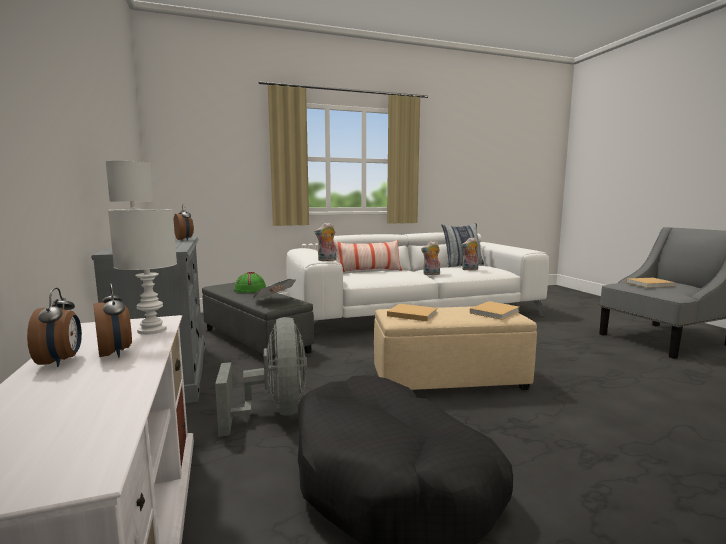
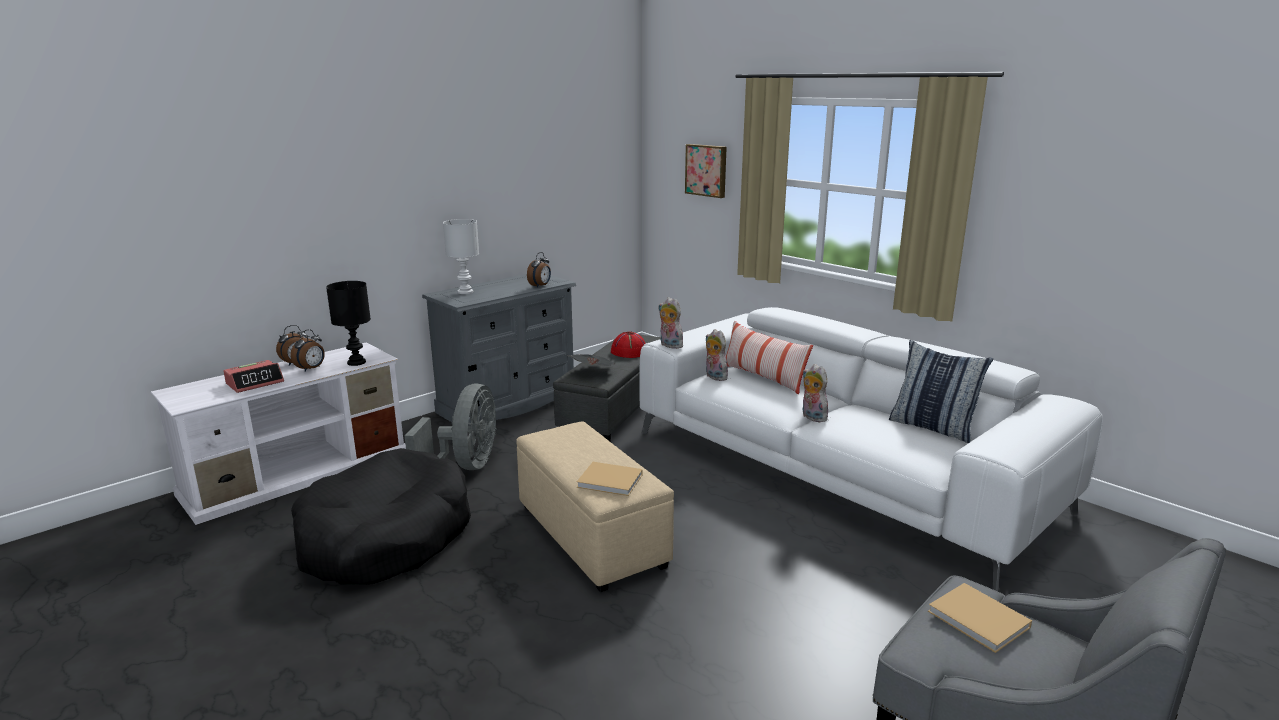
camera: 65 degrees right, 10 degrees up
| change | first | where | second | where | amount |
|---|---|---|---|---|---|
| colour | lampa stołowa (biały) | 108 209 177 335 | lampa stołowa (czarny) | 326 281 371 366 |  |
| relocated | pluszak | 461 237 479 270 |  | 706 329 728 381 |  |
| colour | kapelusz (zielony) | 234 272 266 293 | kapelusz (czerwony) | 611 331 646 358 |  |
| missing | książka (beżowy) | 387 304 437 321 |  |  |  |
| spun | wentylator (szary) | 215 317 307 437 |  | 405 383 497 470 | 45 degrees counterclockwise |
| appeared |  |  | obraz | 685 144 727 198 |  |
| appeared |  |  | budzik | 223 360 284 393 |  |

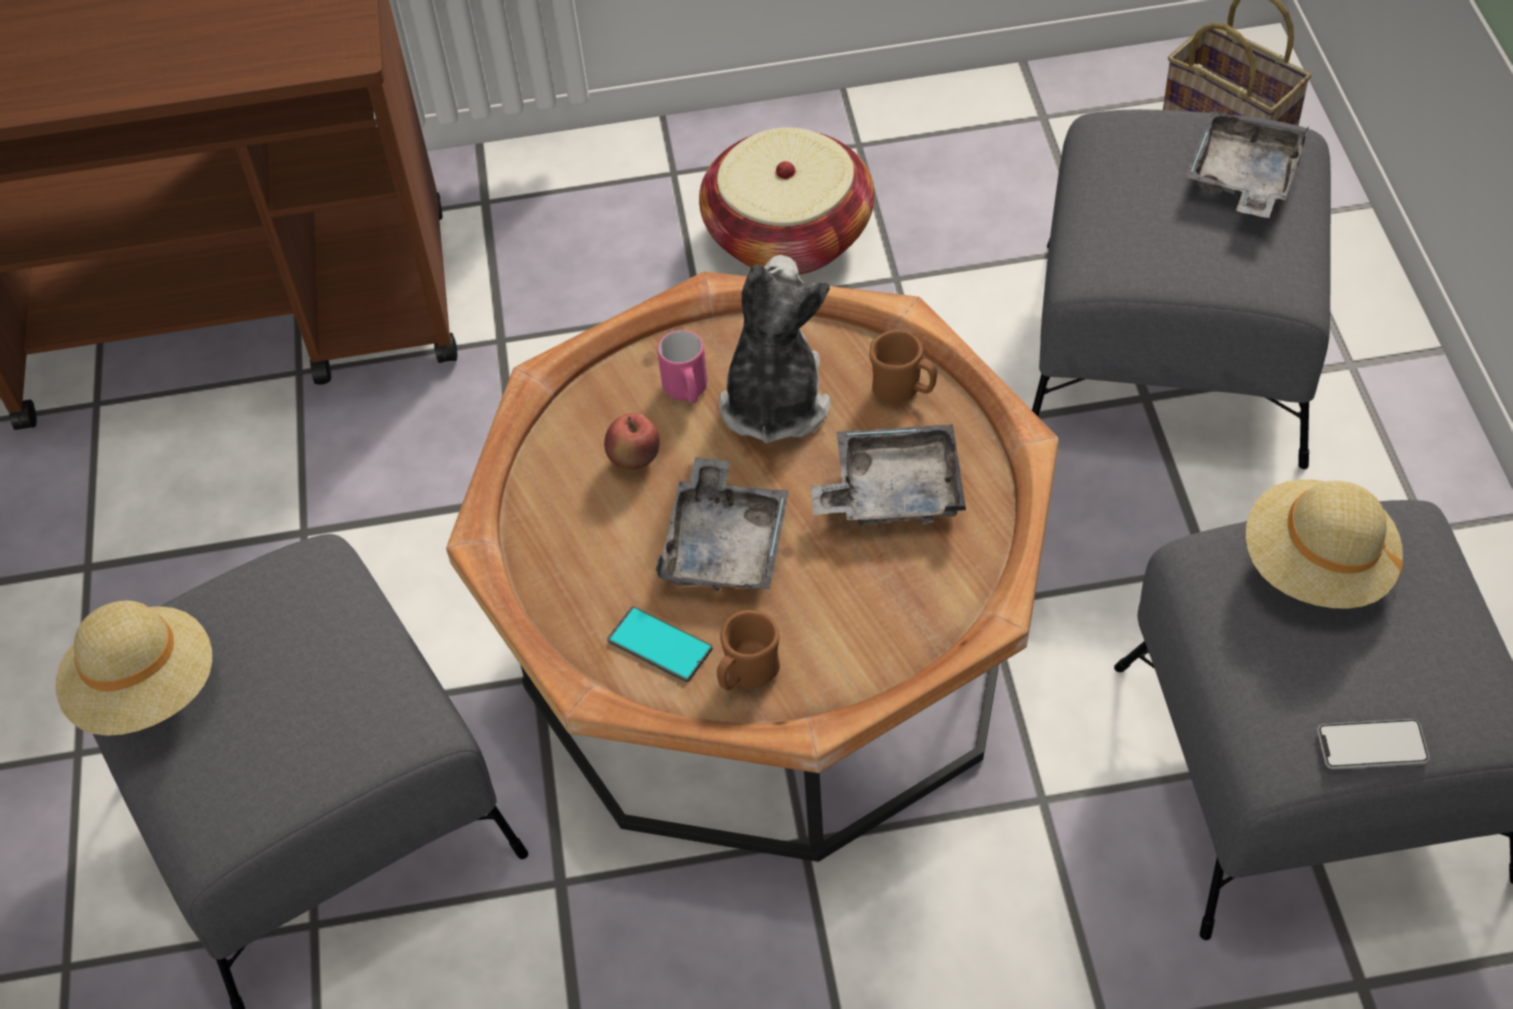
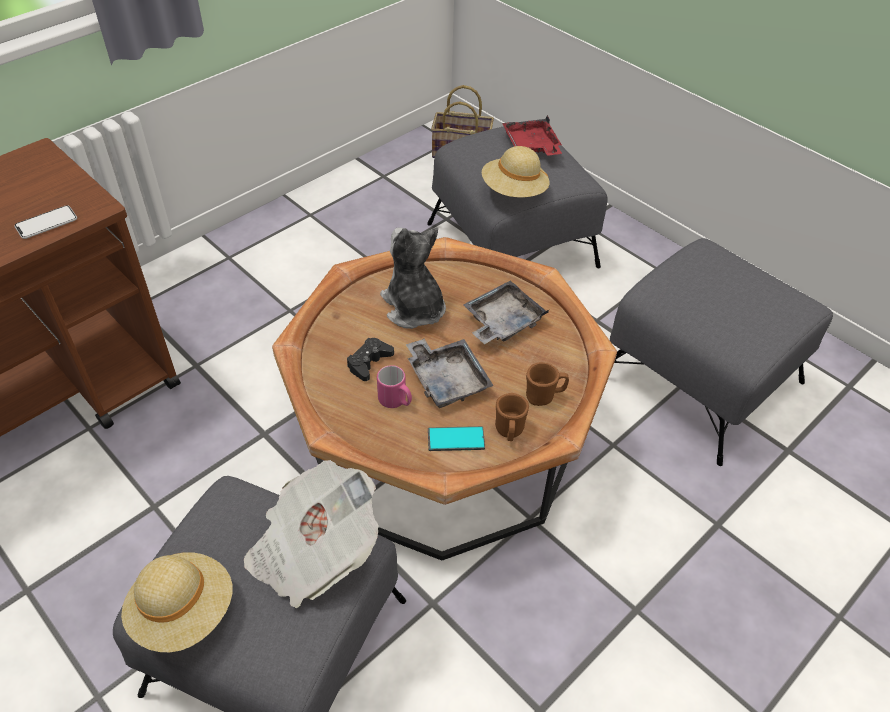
camera: 40 degrees left, 5 degrees down
| change | first | where | second | where | amount |
|---|---|---|---|---|---|
| colour | taca (szary) | 1185 111 1309 218 | taca (czerwony) | 502 115 562 156 |  |
| missing | koszyk | 699 127 874 275 |  |  |  |
| relocated | kubek (różowy) | 657 330 708 404 |  | 377 365 412 408 |  |
| relocated | kubek (brązowy) | 869 330 937 403 |  | 526 362 569 406 |  |
| exchanged | jabłko | 604 413 660 470 | pad do gier (czarny) | 347 338 394 381 |  |
| relocated | kapelusz (beżowy) | 1246 480 1403 609 |  | 482 146 549 197 |  |
| relocated | telefon | 1317 719 1429 769 |  | 14 205 77 239 |  |
| appeared |  |  | gazeta | 244 460 379 608 |  |

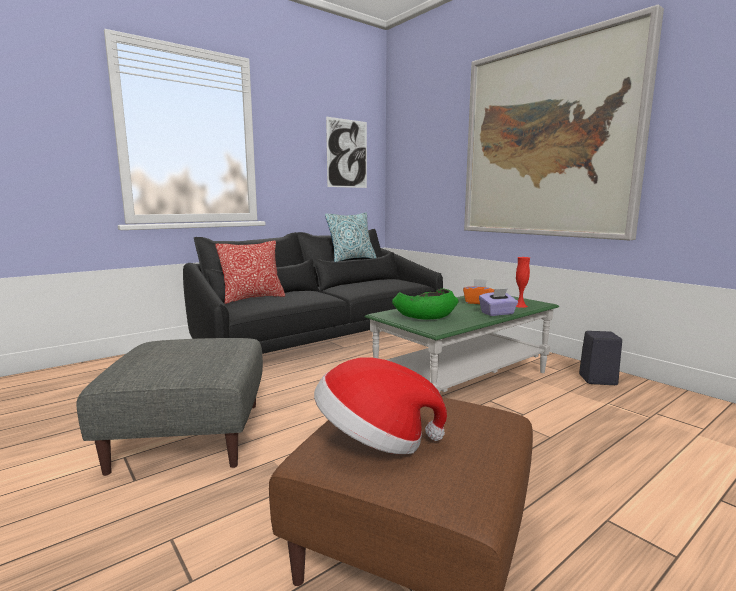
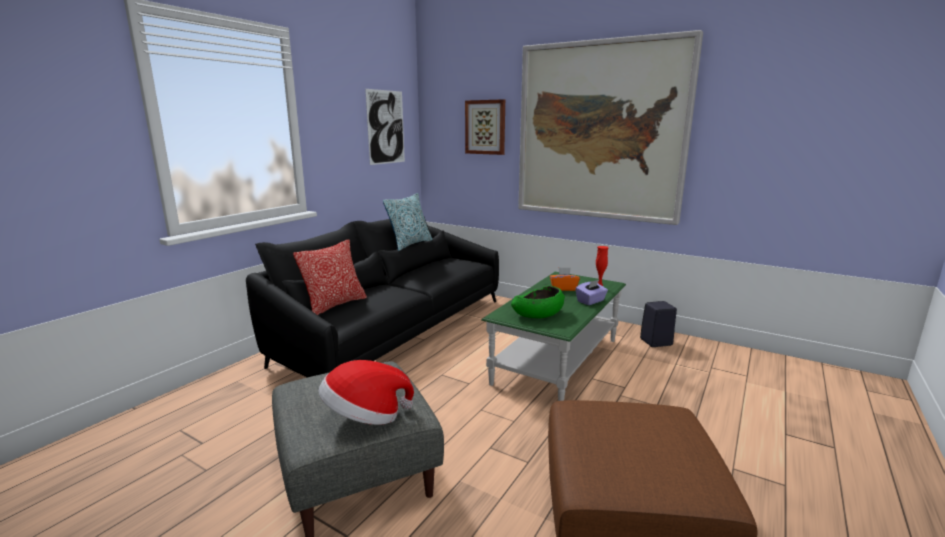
camera: 20 degrees left, 5 degrees up
| change | first | where | second | where | amount |
|---|---|---|---|---|---|
| relocated | kapelusz | 314 357 447 454 |  | 319 360 414 425 |  |
| appeared |  |  | obraz | 465 99 505 155 |  |

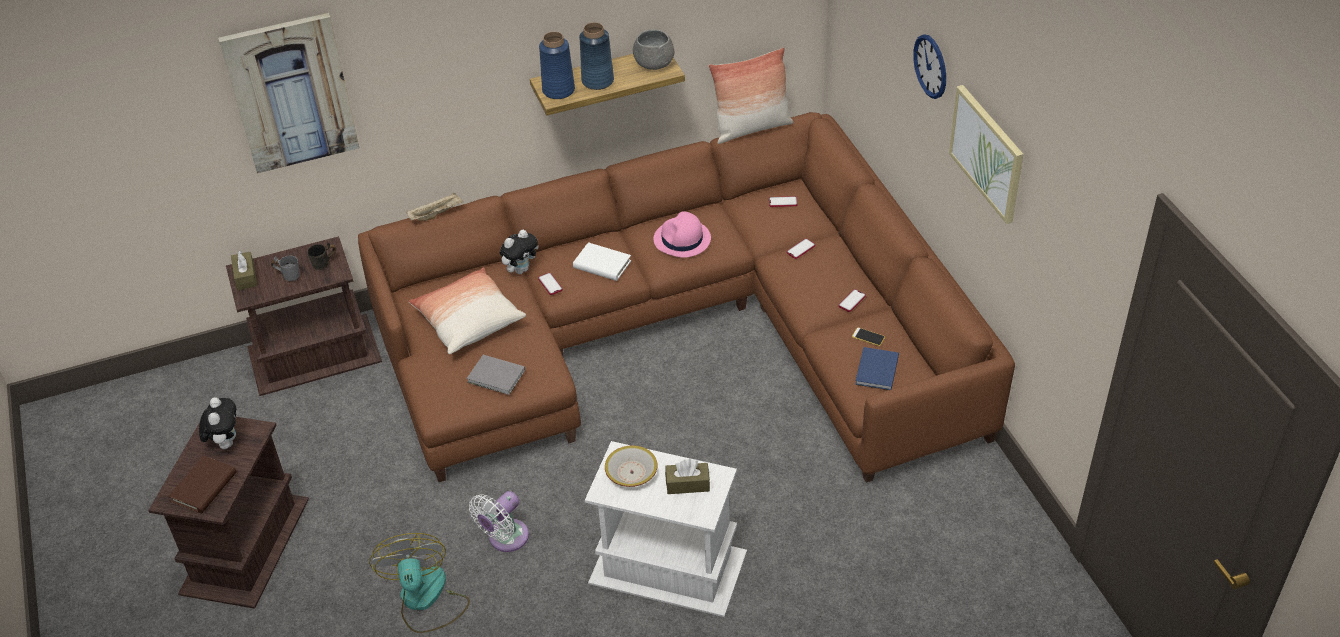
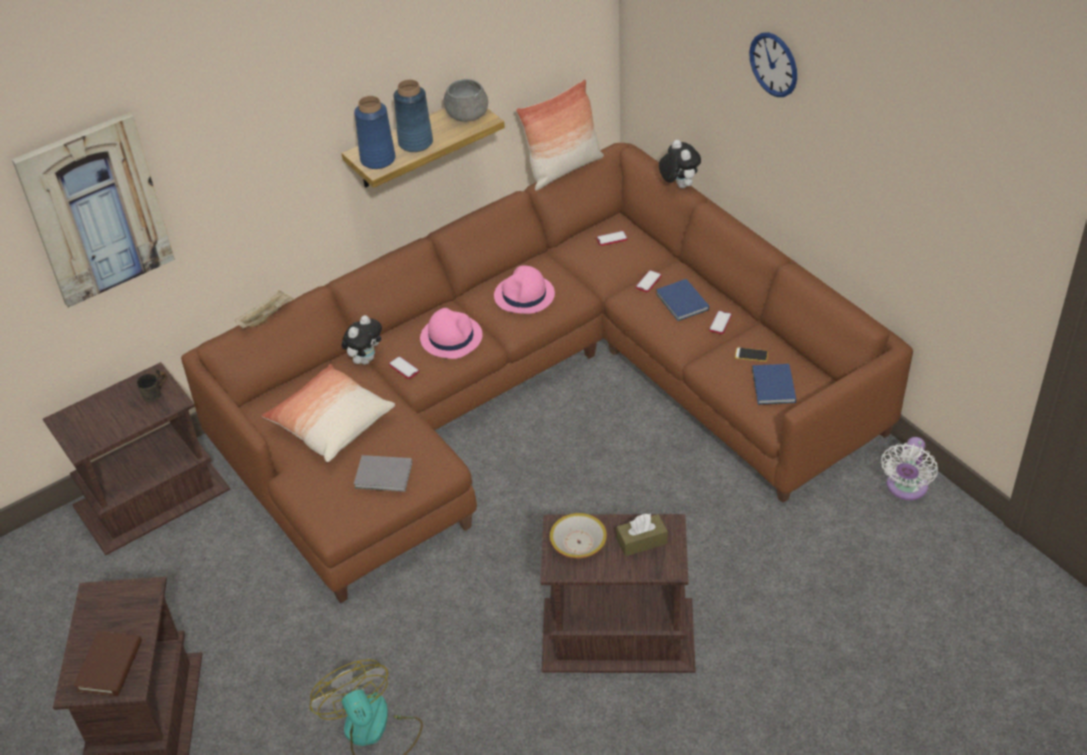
camera: 15 degrees left, 0 degrees up
| change | first | where | second | where | amount |
|---|---|---|---|---|---|
| missing | obraz | 949 85 1023 224 |  |  |  |
| exchanged | książka (biały) | 573 242 631 281 | kapelusz (różowy) | 420 308 483 359 |  |
| missing | pudełko chusteczek (brązowy) | 231 251 257 290 |  |  |  |
| missing | kubek (szary) | 271 255 300 281 |  |  |  |
| relocated | pluszak | 199 397 236 449 |  | 659 140 701 188 |  |
| colour | stolik (biały) | 585 441 747 617 | stolik (brązowy) | 541 514 696 673 |  |
| relocated | wentylator (biały) | 469 491 529 552 |  | 881 437 938 500 |  |
| appeared |  |  | książka (niebieski) | 656 279 709 321 |  |

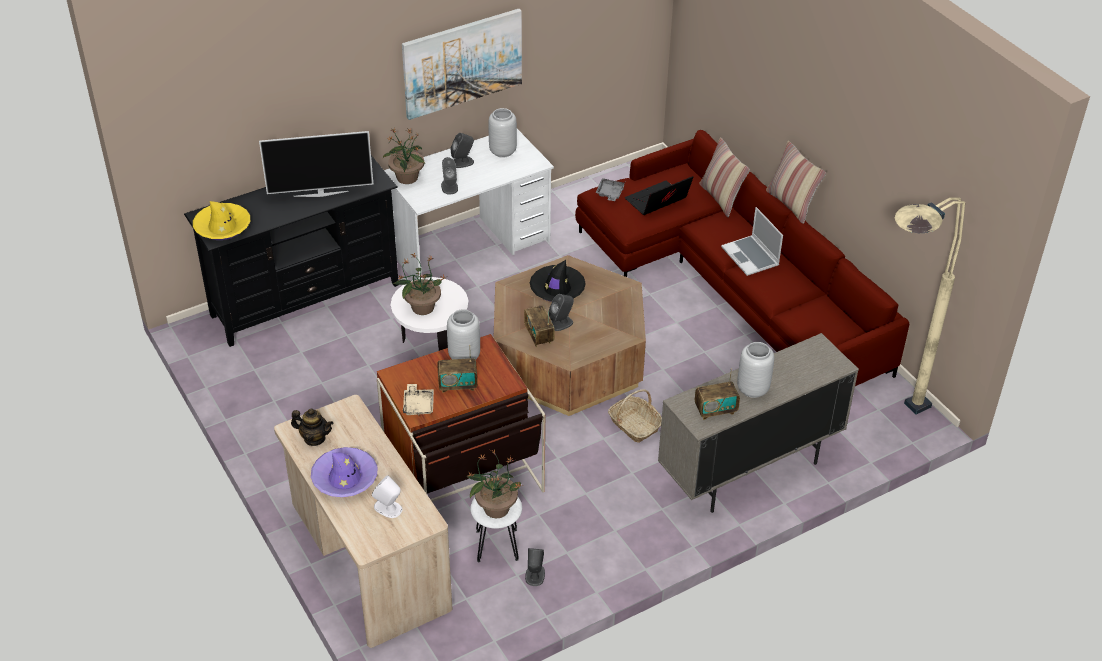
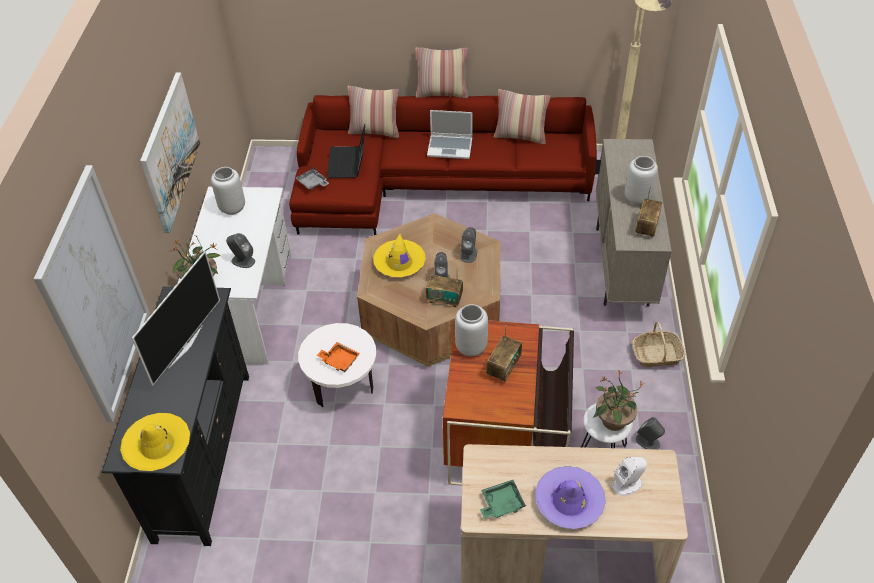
camera: 55 degrees left, 5 degrees up
| change | first | where | second | where | amount |
|---|---|---|---|---|---|
| relocated | głośnik (szary) | 451 133 474 168 |  | 461 227 477 263 |  |
| exchanged | roślina doniczkowa | 393 254 446 315 | taca (pomarańczowy) | 316 342 360 372 |  |
| colour | kapelusz (czarny) | 530 260 586 302 | kapelusz (żółty) | 373 234 426 277 |  |
| missing | taca (beżowy) | 403 384 434 416 |  |  |  |
| relocated | koszyk | 608 389 662 443 |  | 632 322 686 367 |  |
| exchanged | imbryk | 291 409 334 446 | taca (zielony) | 480 480 526 518 |  |
| appeared |  |  | poduszka | 494 89 551 144 |  |
| appeared |  |  | obraz | 34 165 150 422 |  |

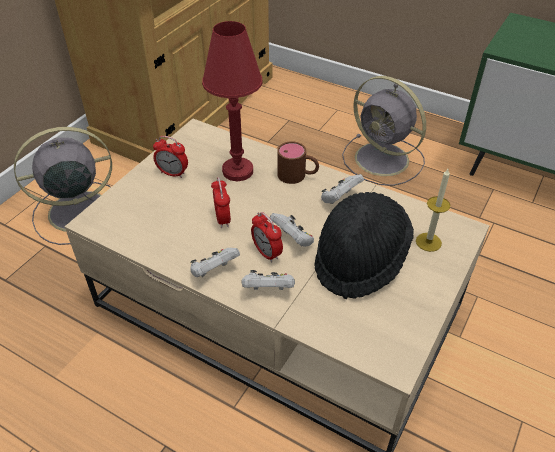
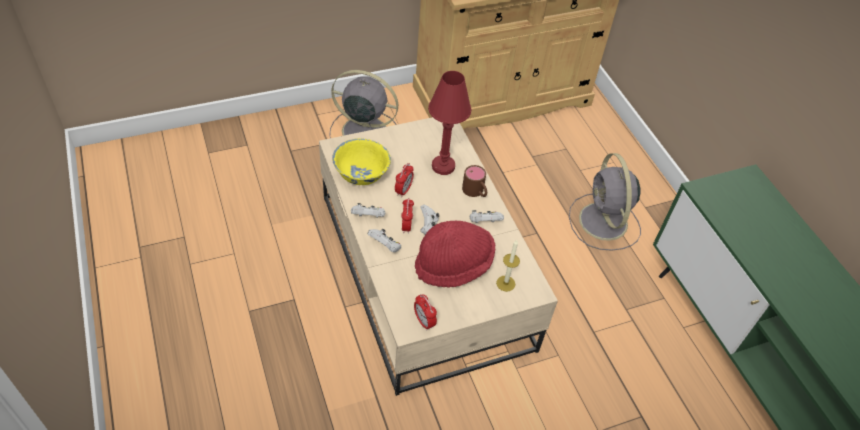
camera: 35 degrees right, 5 degrees up
| change | first | where | second | where | amount |
|---|---|---|---|---|---|
| relocated | budzik | 153 136 188 178 |  | 414 294 437 330 |  |
| colour | kapelusz (czarny) | 314 192 414 299 | kapelusz (czerwony) | 415 221 495 288 |  |
| appeared |  |  | miska (żółty) | 332 138 391 185 |  |

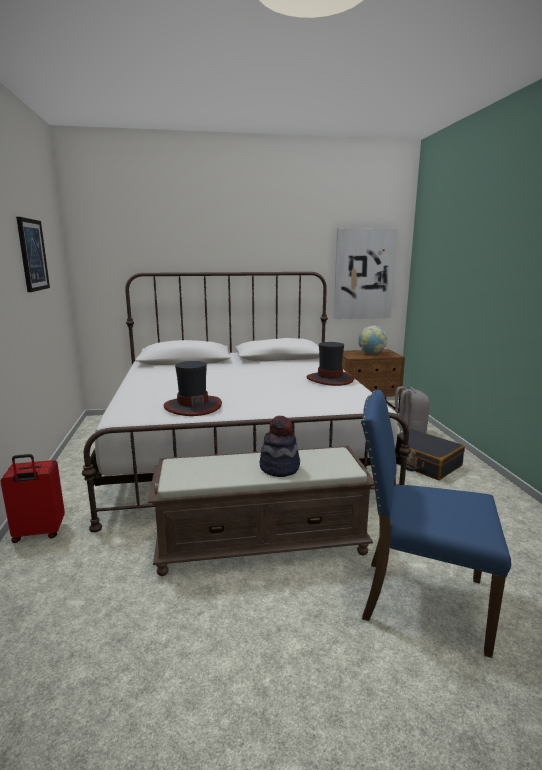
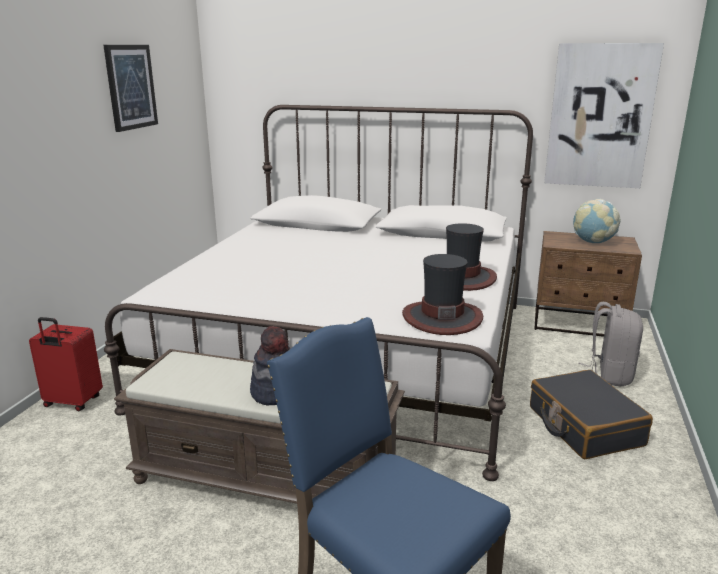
camera: 25 degrees right, 5 degrees up
| change | first | where | second | where | amount |
|---|---|---|---|---|---|
| relocated | kapelusz | 164 361 222 416 |  | 402 254 483 335 |  |

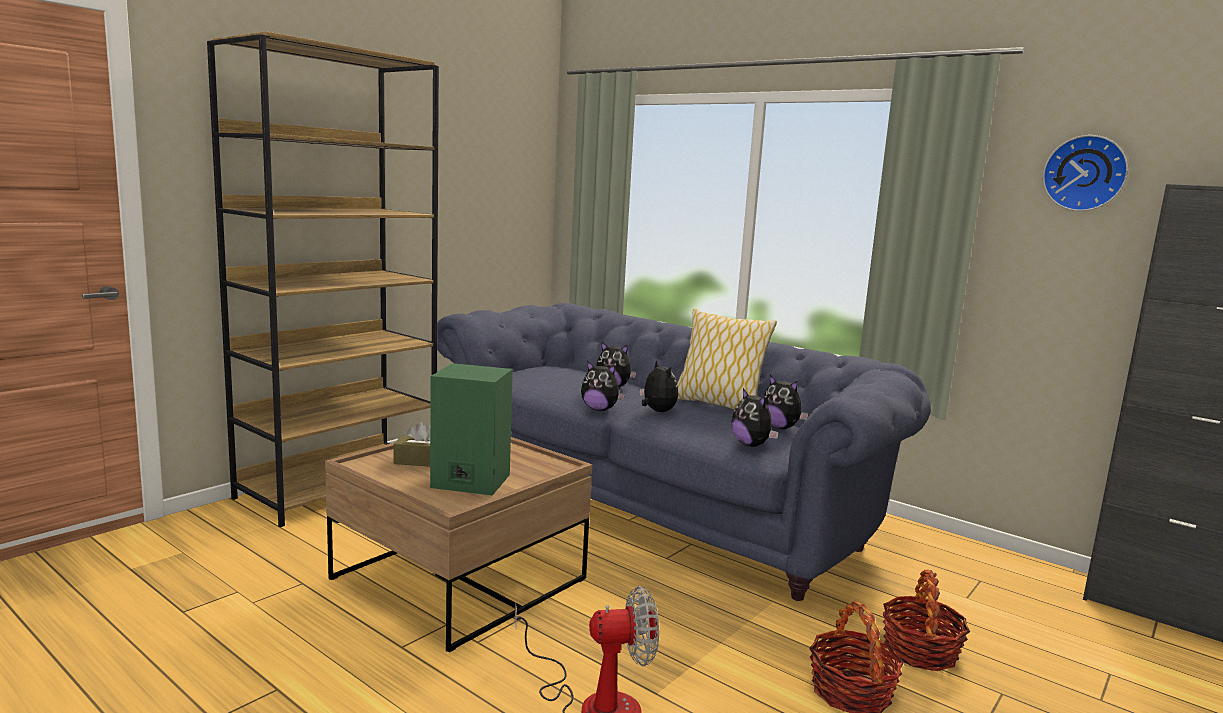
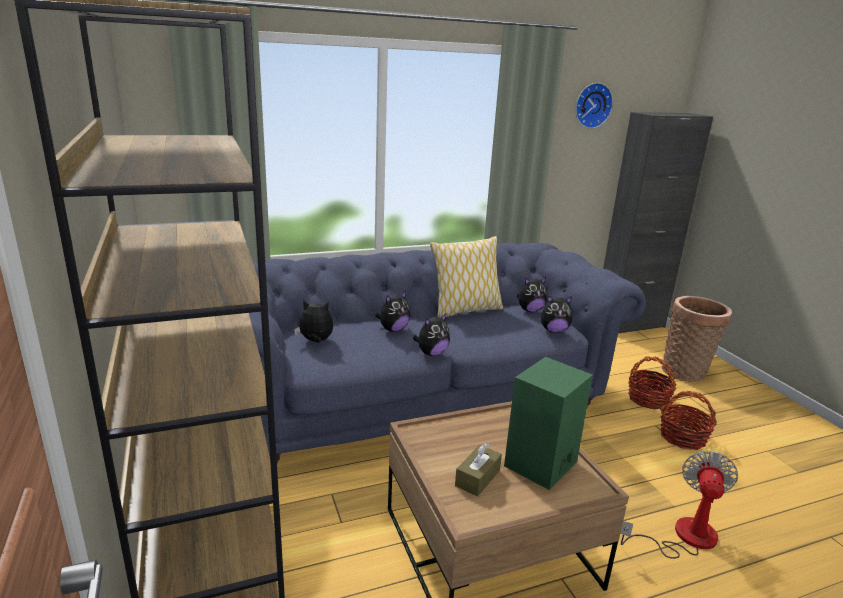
camera: 60 degrees left, 10 degrees up
| change | first | where | second | where | amount |
|---|---|---|---|---|---|
| relocated | pluszak | 640 360 678 412 |  | 294 300 333 343 |  |
| appeared |  |  | koszyk | 662 296 732 382 |  |

